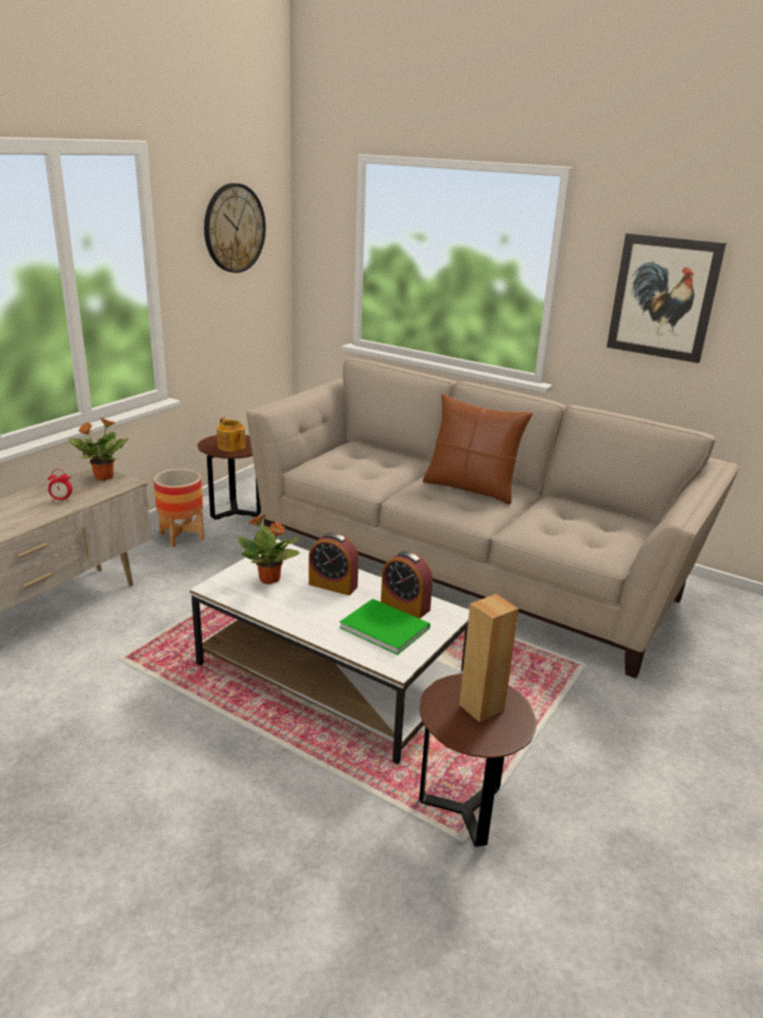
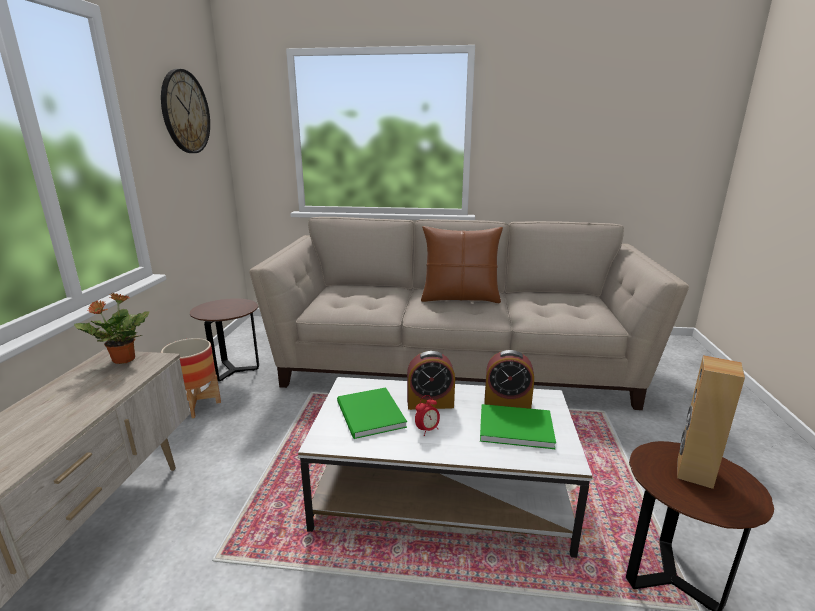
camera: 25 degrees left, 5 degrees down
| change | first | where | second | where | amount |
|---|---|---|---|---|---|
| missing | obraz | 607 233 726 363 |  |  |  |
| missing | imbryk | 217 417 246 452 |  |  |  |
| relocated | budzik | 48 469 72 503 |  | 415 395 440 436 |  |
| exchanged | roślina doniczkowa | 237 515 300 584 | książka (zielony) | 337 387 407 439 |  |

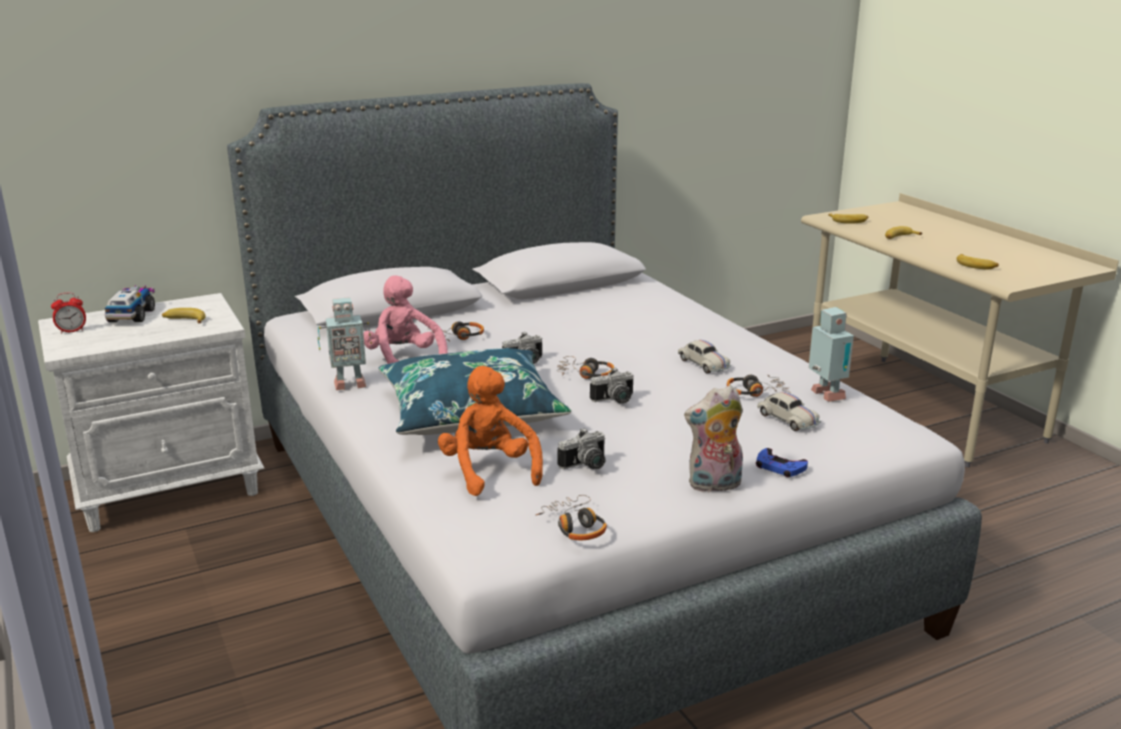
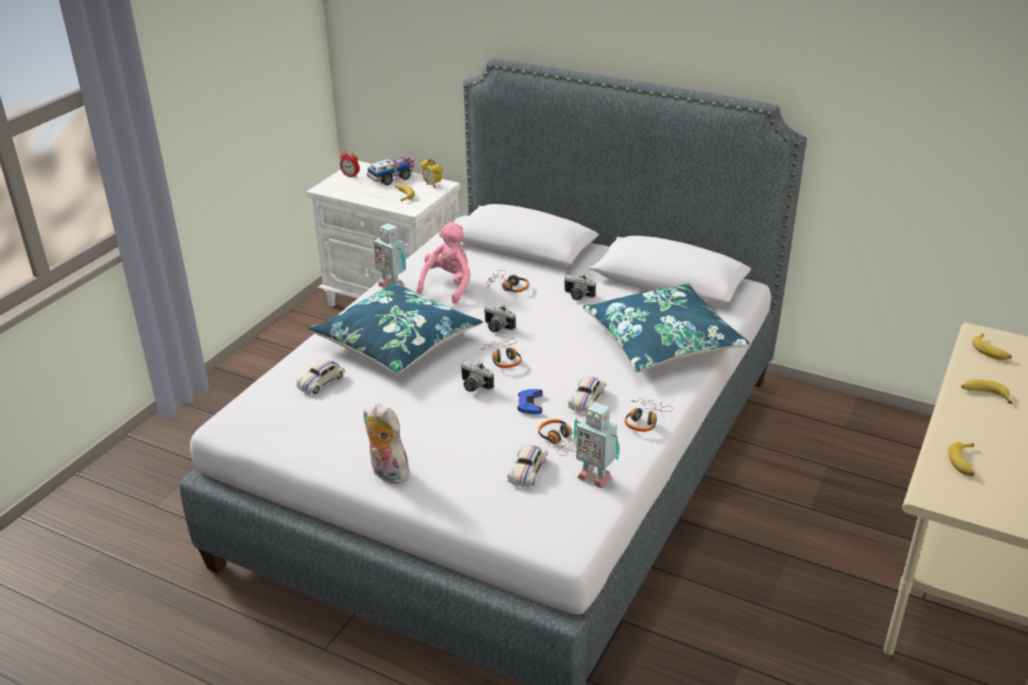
camera: 55 degrees right, 10 degrees up
| change | first | where | second | where | amount |
|---|---|---|---|---|---|
| spun | robot zabawkowy | 809 307 854 402 |  | 574 402 619 488 | 90 degrees clockwise |
| exchanged | pluszak (pomarańczowy) | 438 366 543 496 | samochodzik (biały) | 296 360 345 394 |  |
| relocated | aparat fotograficzny | 557 428 606 469 |  | 564 273 596 300 |  |
| relocated | pad do gier (niebieski) | 756 448 808 477 |  | 517 389 543 414 |  |
| relocated | słuchawki | 536 495 607 540 |  | 625 398 673 432 |  |
| appeared |  |  | budzik | 421 159 443 188 |  |
| appeared |  |  | poduszka (niebieski) | 583 283 750 373 |  |

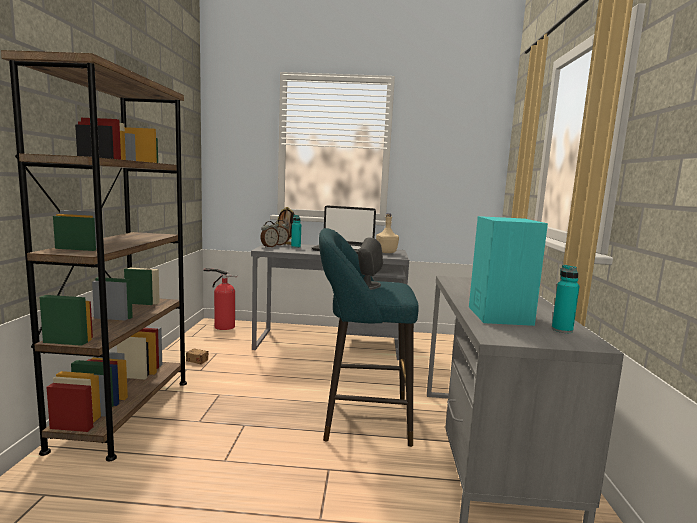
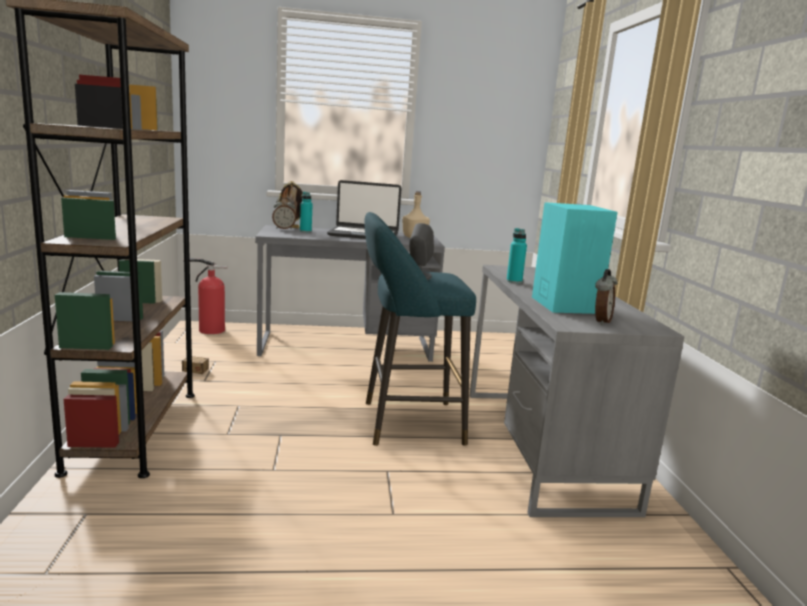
camera: 10 degrees left, 5 degrees up
| change | first | where | second | where | amount |
|---|---|---|---|---|---|
| relocated | budzik | 260 221 279 248 |  | 595 269 618 325 |  |
| relocated | butelka (turkusowy) | 552 265 580 333 |  | 506 228 527 283 |  |

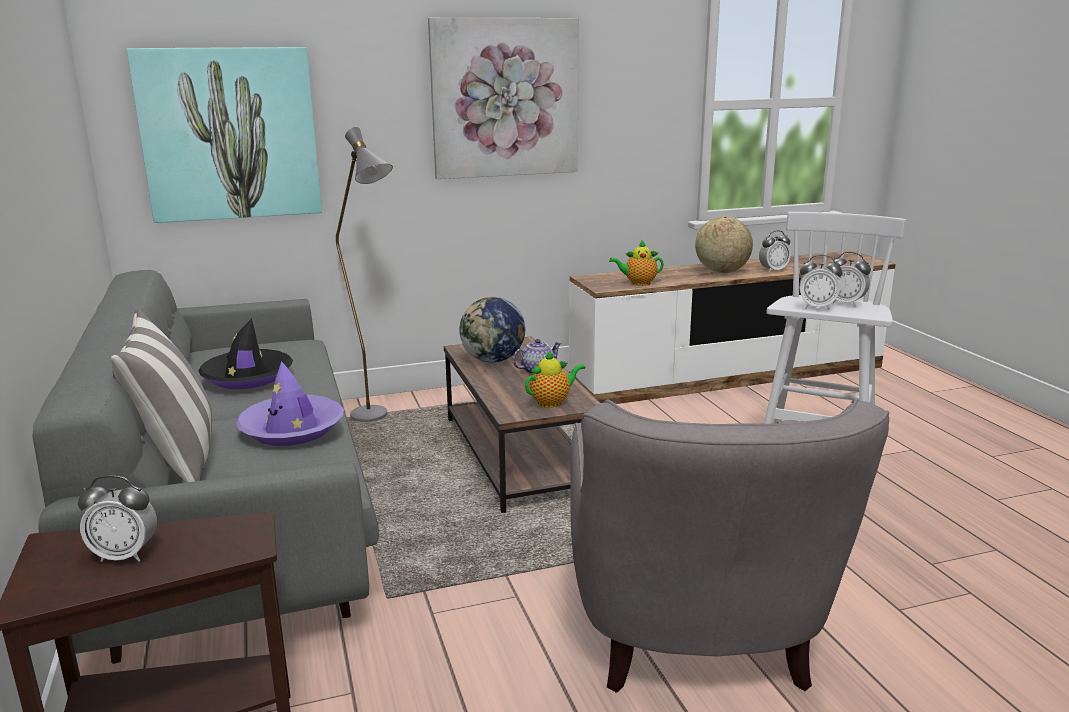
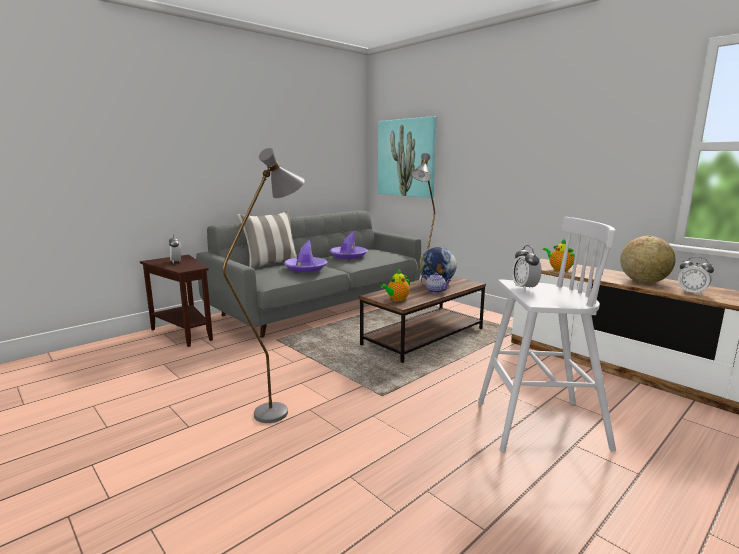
camera: 65 degrees right, 5 degrees down
| change | first | where | second | where | amount |
|---|---|---|---|---|---|
| missing | obraz | 428 18 579 179 |  |  |  |
| missing | budzik | 832 252 871 307 |  |  |  |
| colour | kapelusz (czarny) | 198 318 293 389 | kapelusz (fioletowy) | 329 232 368 259 |  |
| spun | imbryk | 525 350 585 408 |  | 380 269 410 301 | 105 degrees clockwise |
| exchanged | fotel (szary) | 570 398 890 693 | lampa stojąca (szary) | 223 148 304 423 |  |

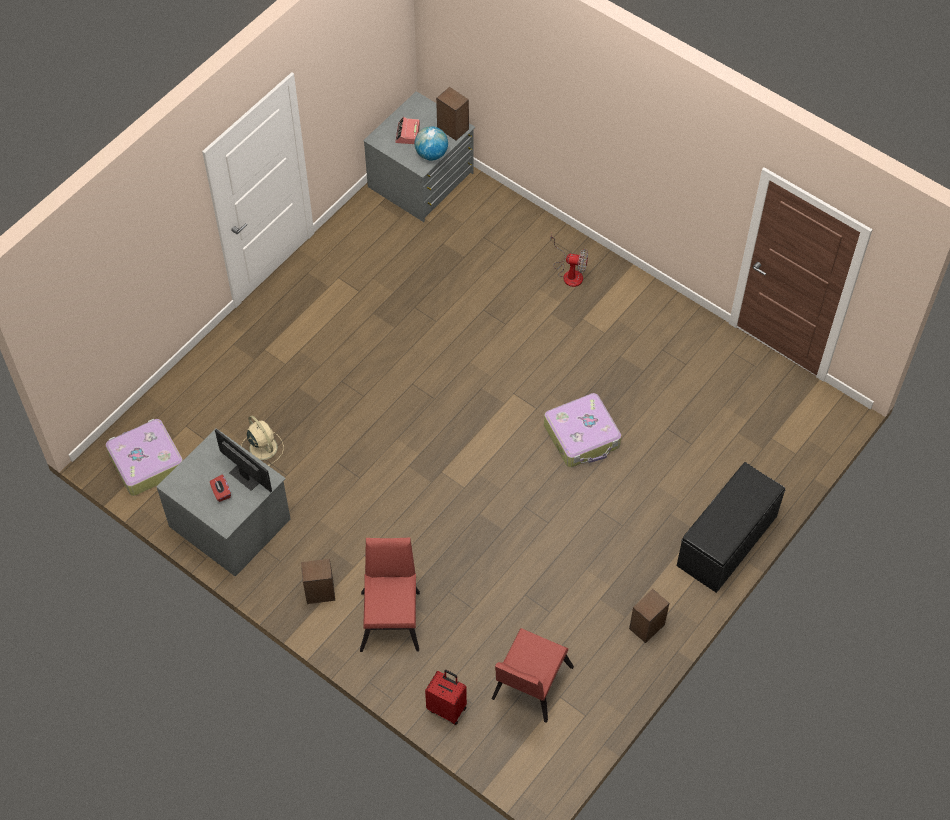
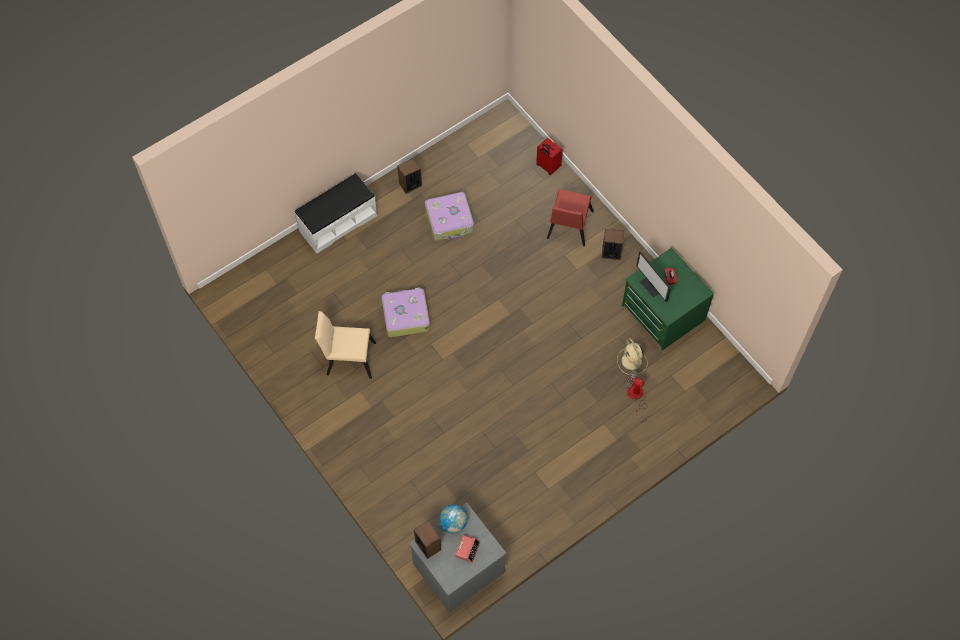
camera: 165 degrees left, 5 degrees up
| change | first | where | second | where | amount |
|---|---|---|---|---|---|
| relocated | wentylator | 550 233 588 287 |  | 626 370 648 422 |  |
| relocated | walizka | 106 419 183 496 |  | 425 192 474 241 |  |
| colour | komoda (szary) | 157 428 291 577 | komoda (zielony) | 622 248 714 350 |  |
| colour | ławka (czarny) | 677 462 785 593 | ławka (biały) | 295 173 377 253 |  |
| missing | krzesło (czerwony) | 492 628 574 723 |  |  |  |
| appeared |  |  | krzesło (beżowy) | 315 311 376 379 |  |

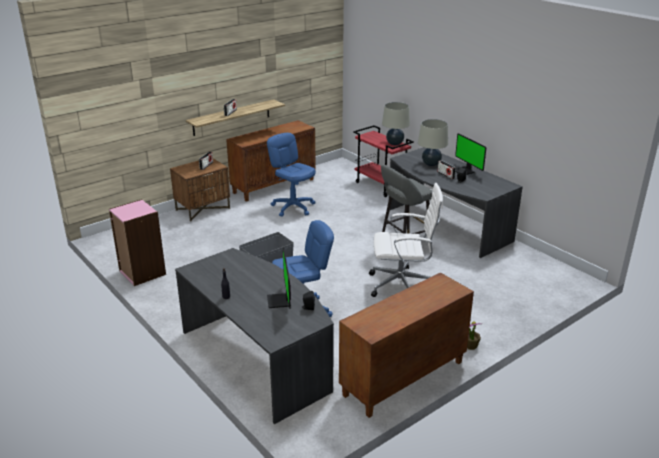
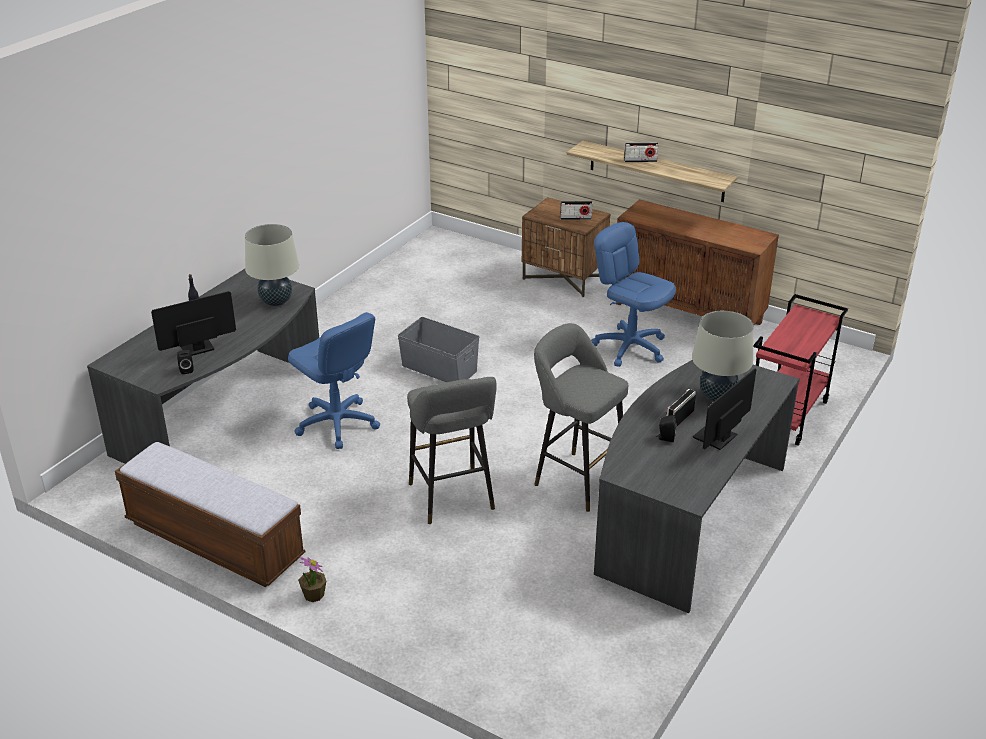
camera: 70 degrees right, 5 degrees up
| change | first | where | second | where | amount |
|---|---|---|---|---|---|
| relocated | lampa stołowa (beżowy) | 382 102 410 145 |  | 245 224 299 306 |  |
| spun | krzesło biurowe (niebieski) | 267 133 316 217 |  | 591 222 676 367 | 75 degrees counterclockwise |
| exchanged | krzesło biurowe (biały) | 369 183 443 297 | stołek (szary) | 407 377 497 524 |  |
| missing | regał (różowy) | 109 199 166 286 |  |  |  |
| exchanged | szafka (brązowy) | 339 272 474 418 | ławka | 115 442 305 587 |  |

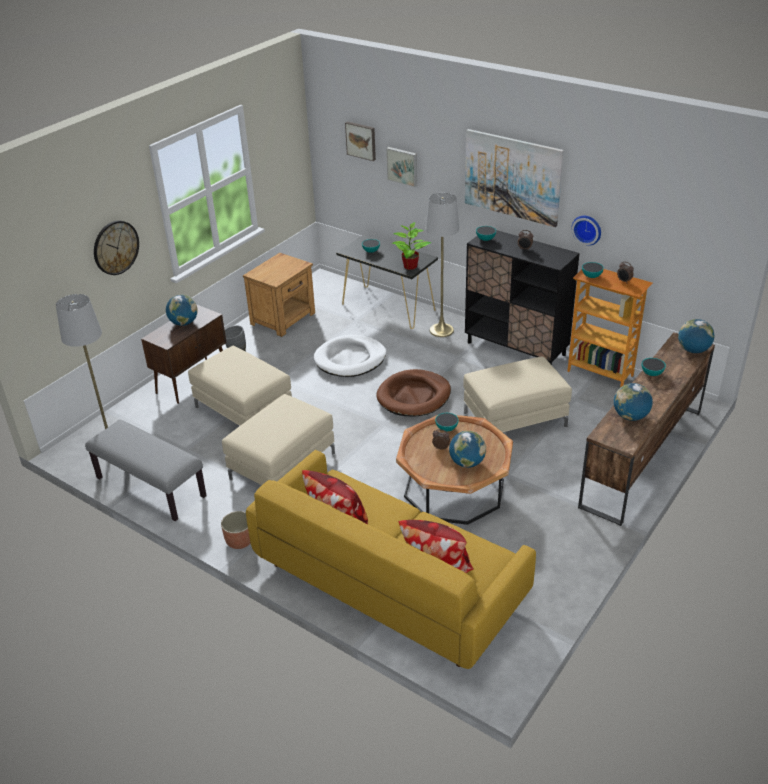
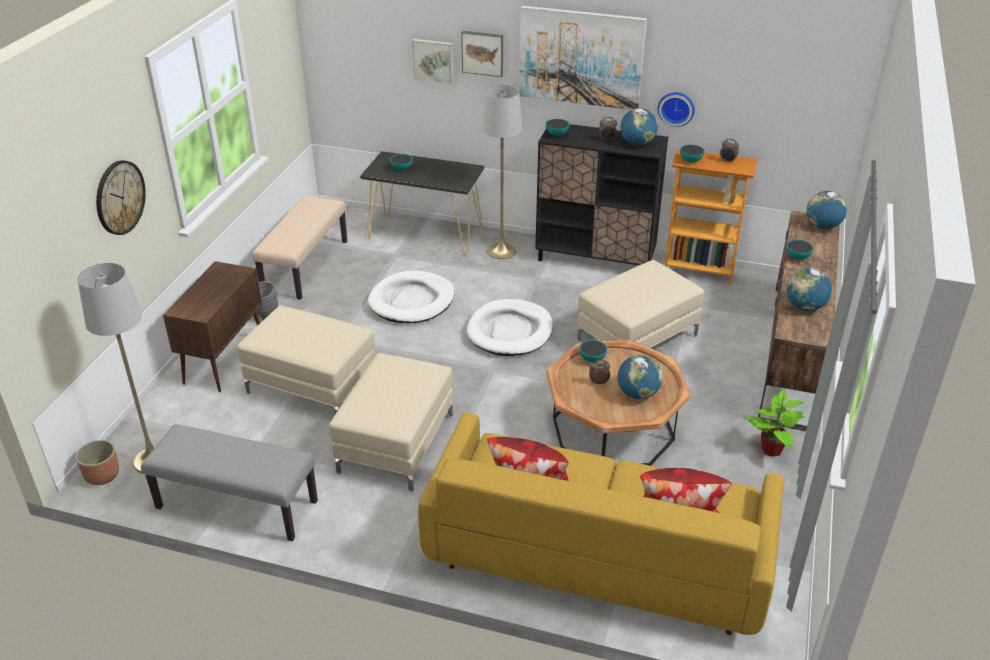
camera: 20 degrees left, 0 degrees up
| change | first | where | second | where | amount |
|---|---|---|---|---|---|
| relocated | obraz | 345 121 376 161 |  | 461 31 503 77 |  |
| relocated | roślina doniczkowa | 392 222 432 270 |  | 744 389 804 457 |  |
| exchanged | szafka nocna (brązowy) | 243 253 315 337 | ławka (beżowy) | 252 196 347 300 |  |
| relocated | globus | 166 295 198 326 |  | 621 108 658 146 |  |
| colour | legowisko (brązowy) | 376 369 451 417 | legowisko (biały) | 467 299 553 356 |  |
| relocated | donica | 221 511 251 549 |  | 75 440 119 485 |  |

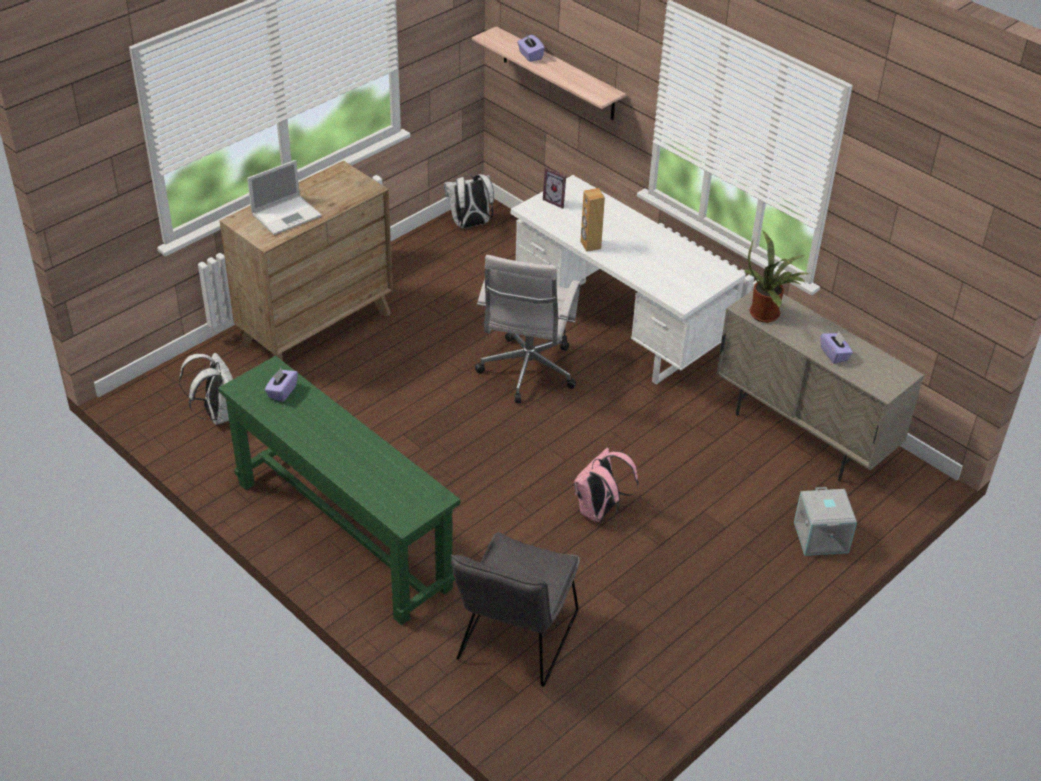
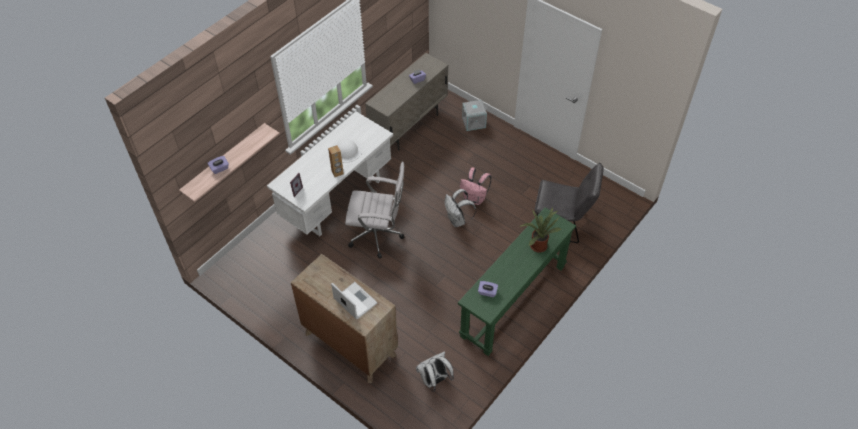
camera: 95 degrees left, 10 degrees up
| change | first | where | second | where | amount |
|---|---|---|---|---|---|
| relocated | plecak (biały) | 444 174 494 228 |  | 445 189 476 227 |  |
| relocated | roślina doniczkowa | 745 231 809 323 |  | 519 207 561 253 |  |
| appeared |  |  | kapelusz (biały) | 332 138 363 162 |  |

